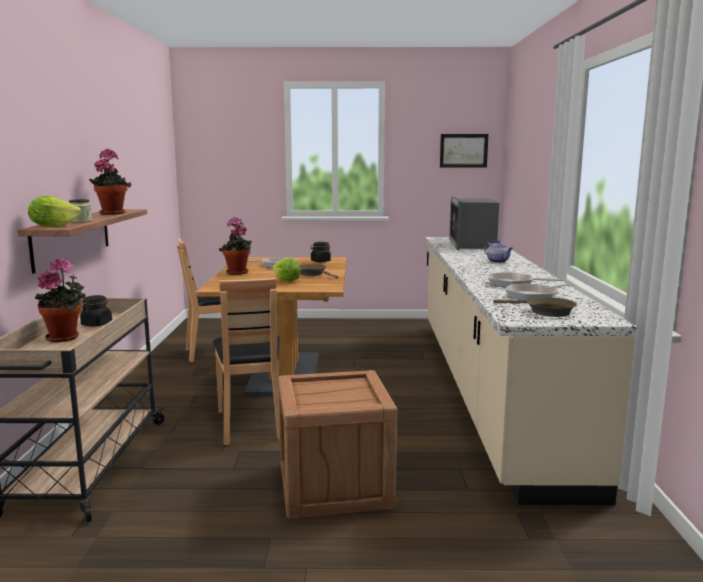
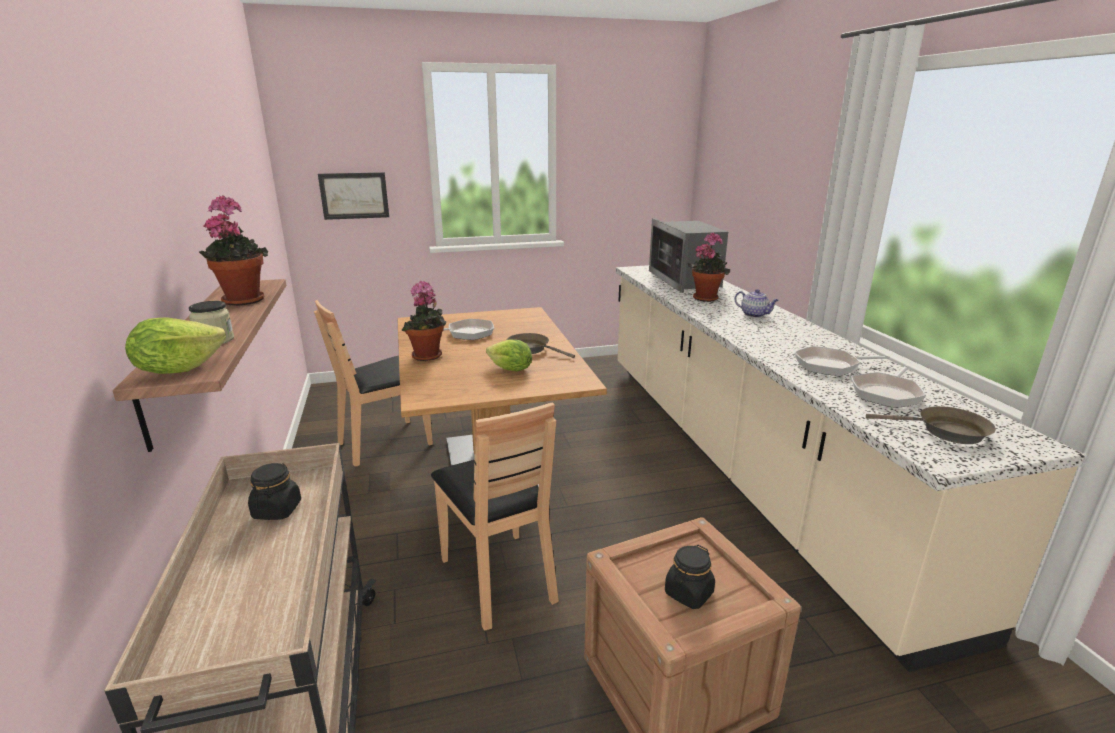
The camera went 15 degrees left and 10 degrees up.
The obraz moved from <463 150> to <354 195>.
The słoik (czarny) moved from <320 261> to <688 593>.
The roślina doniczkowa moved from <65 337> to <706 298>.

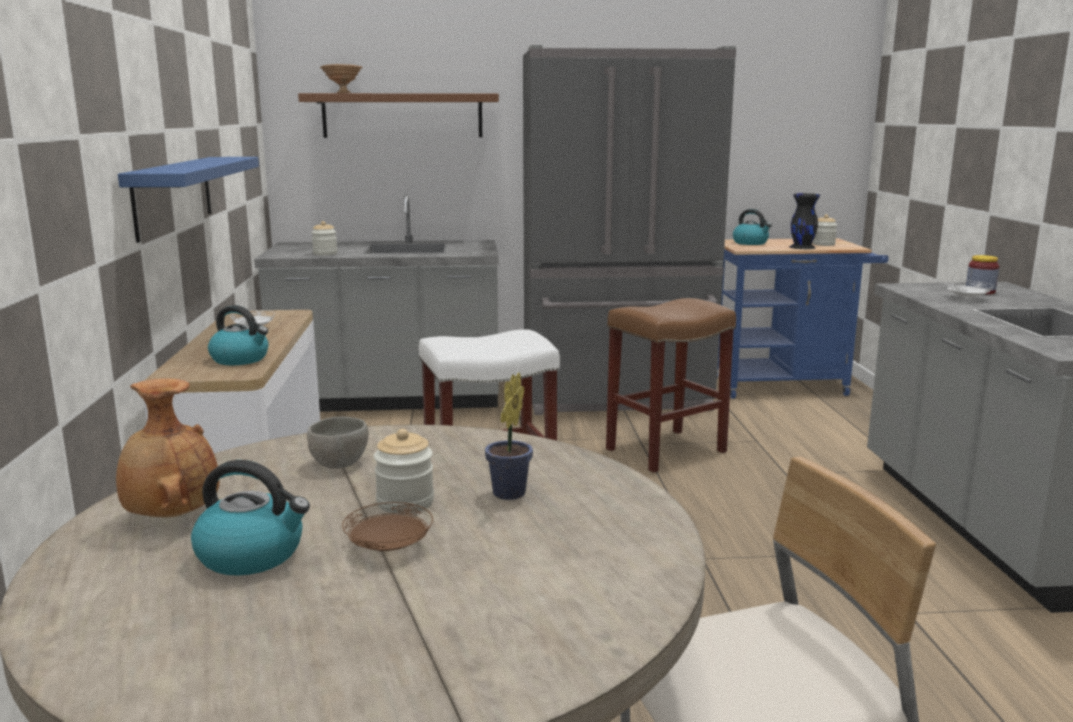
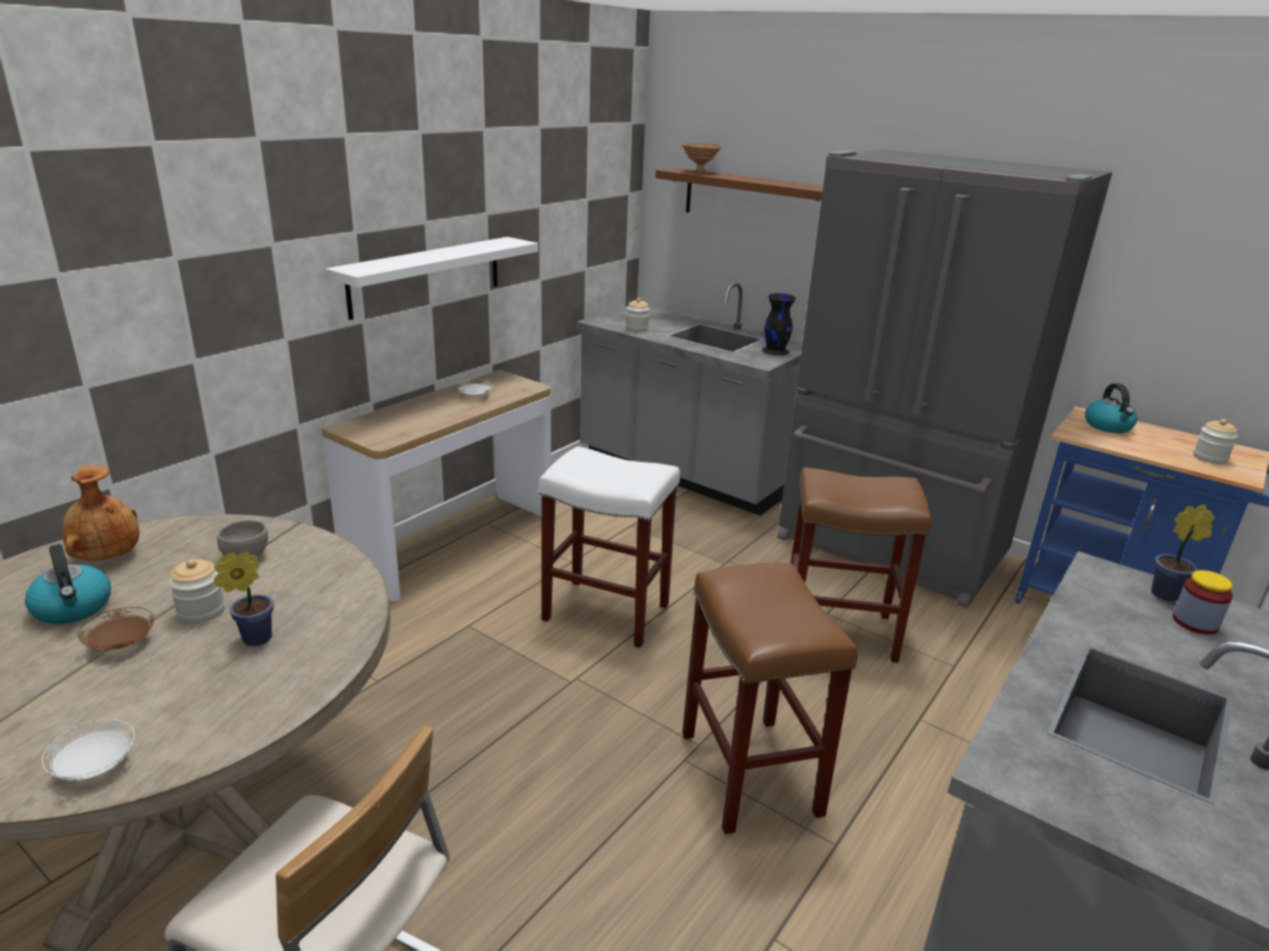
The camera went 40 degrees right and 10 degrees up.
The półka (niebieski) at <174 195> became the półka (biały) at <426 276>.
The wazon (czarny) moved from <802 247> to <776 351>.
The talerz (biały) moved from <967 299> to <95 767>.
The czajnik at <241 359> disappeared.
The roślina doniczkowa at <1168 595> appeared.
The stołek (brązowy) at <751 774> appeared.

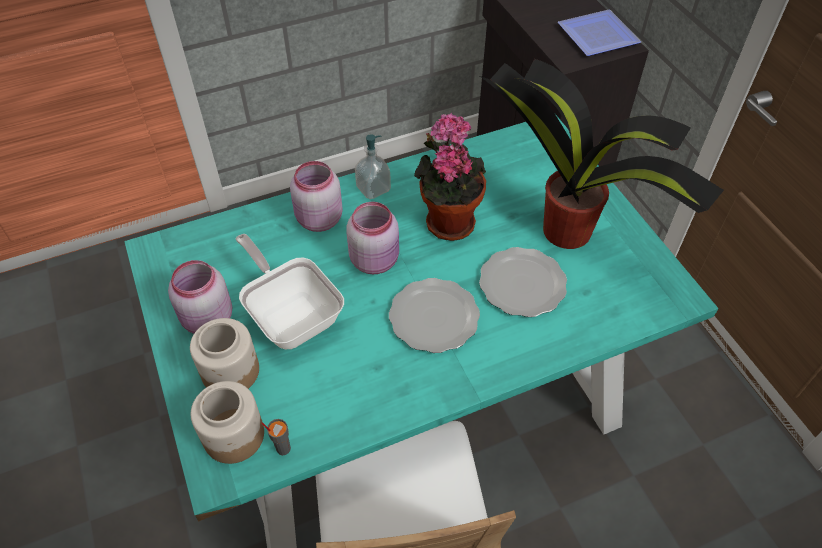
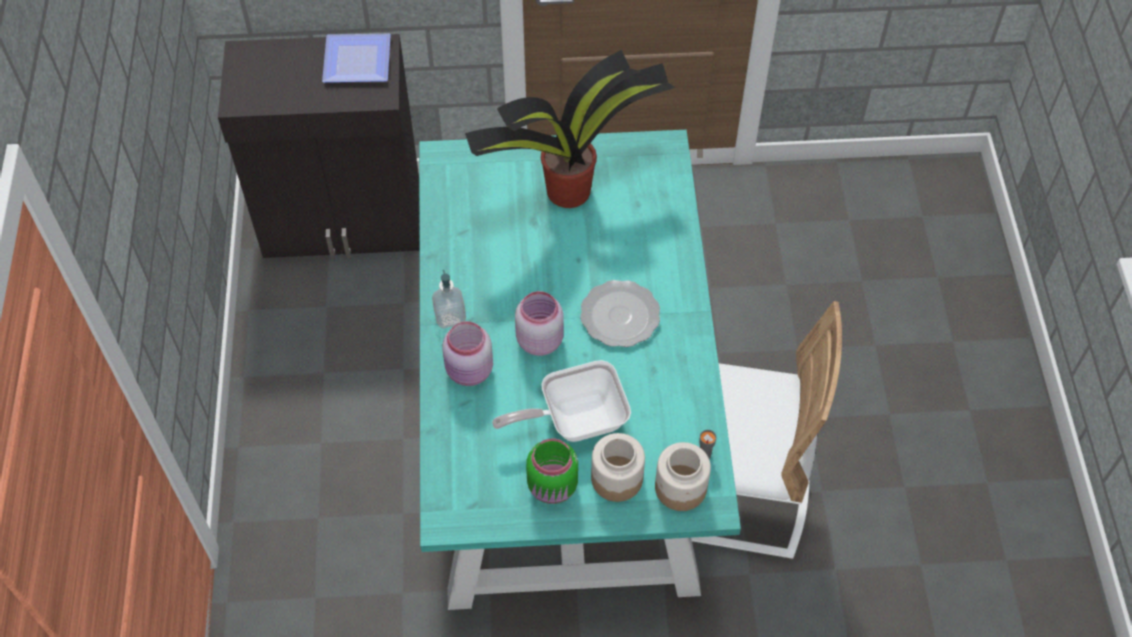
The camera went 70 degrees left and 5 degrees up.
The roślina doniczkowa at <447 220> disappeared.
The talerz at <521 283> disappeared.
The słoik (różowy) at <207 320> became the słoik (zielony) at <553 487>.

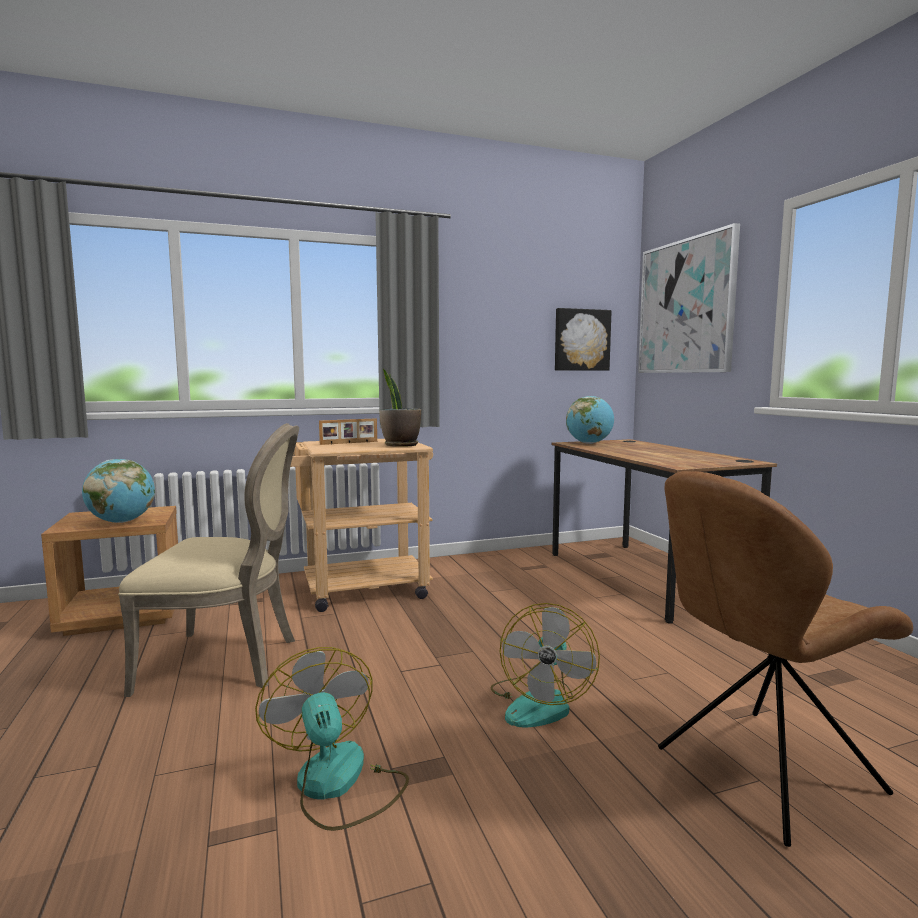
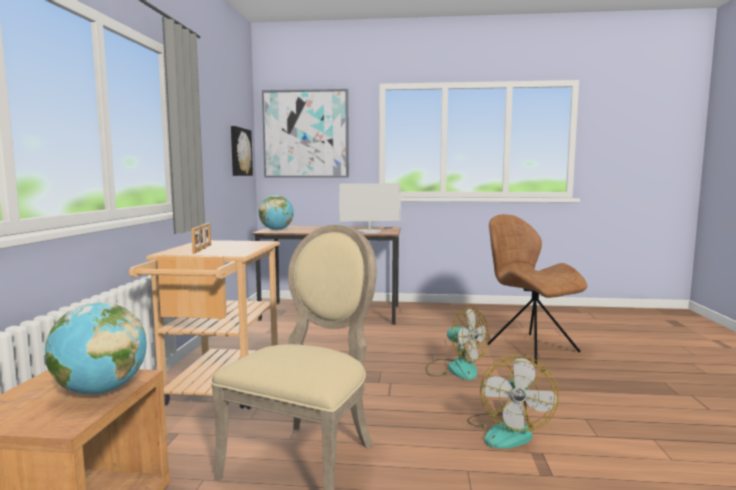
The camera went 65 degrees left and 0 degrees up.
The roślina doniczkowa at <400 445> disappeared.
The krzesło (brązowy) at <762 772> turned 150 degrees clockwise.
The wentylator at <337 784> turned 75 degrees counterclockwise.
The monitor at <369 231> appeared.

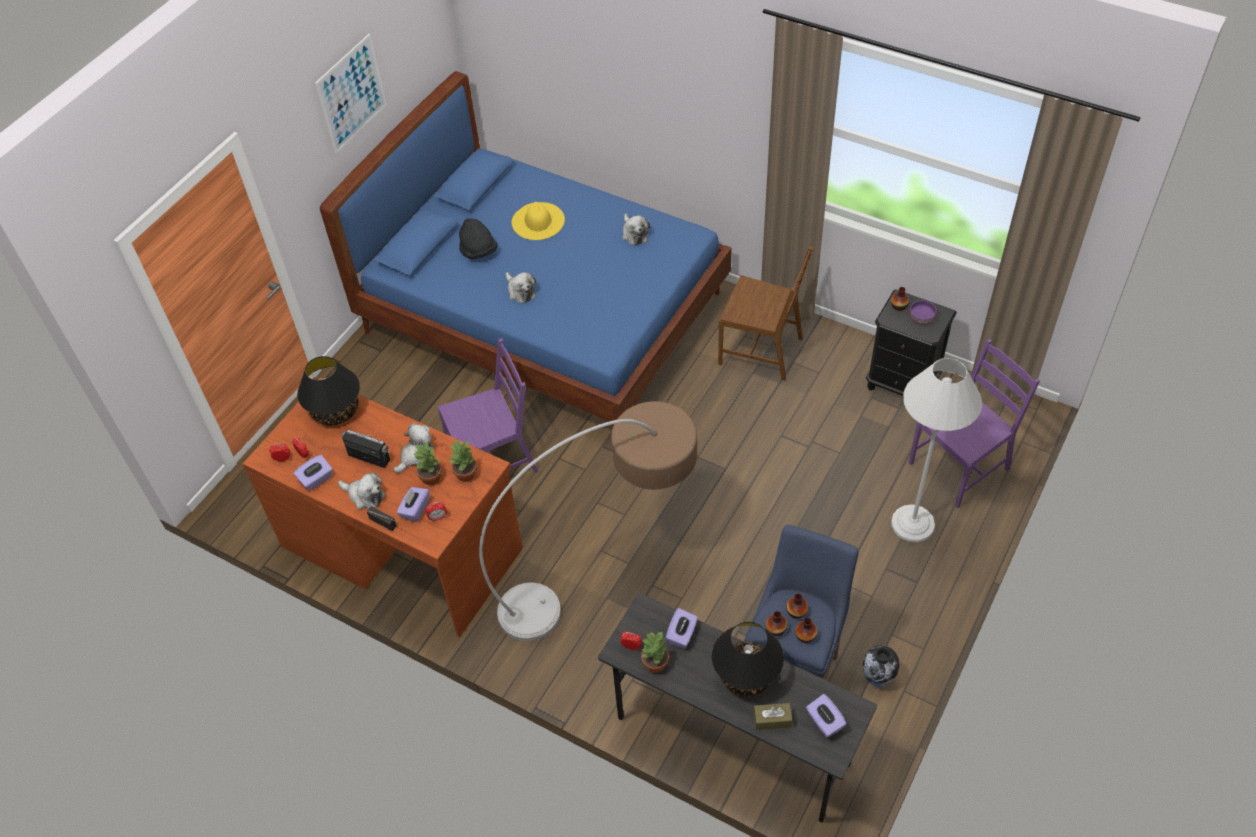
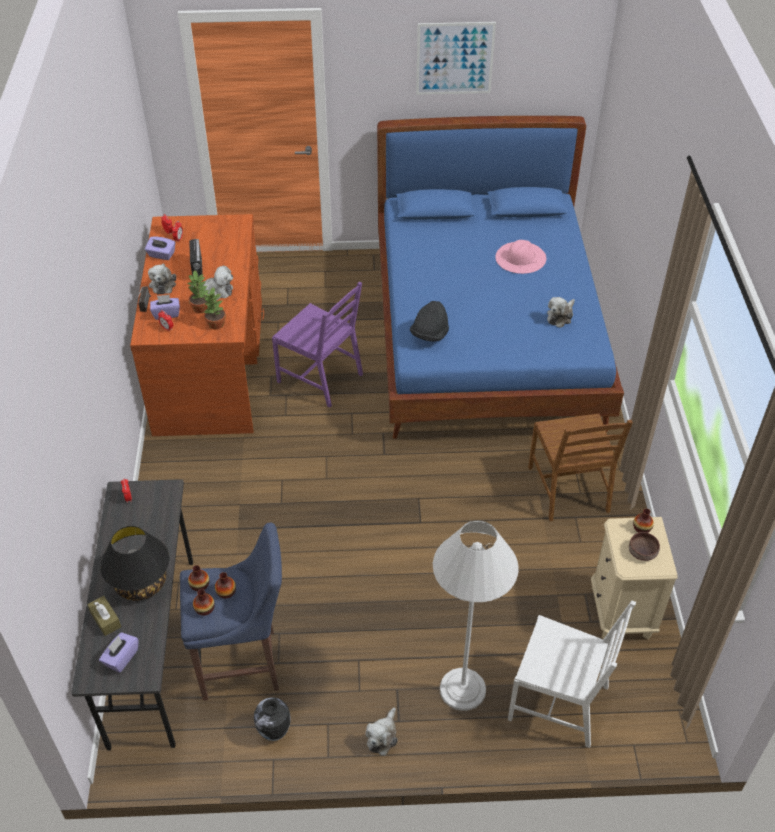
The camera went 55 degrees right and 5 degrees down.
The kapelusz (żółty) at <538 221> became the kapelusz (różowy) at <520 257>.
The kapelusz (czarny) moved from <478 251> to <429 334>.
The pluszak moved from <520 291> to <382 736>.
The szafka nocna (czarny) at <902 384> became the szafka nocna (beżowy) at <621 612>.
The miska (fioletowy) at <921 318> became the miska (brązowy) at <641 551>.
The krzesło (fioletowy) at <960 466> became the krzesło (biały) at <560 701>.
The lampa stołowa (czarny) at <336 411> disappeared.
The lampa stojąca at <606 575> disappeared.
The pudełko chusteczek (fioletowy) at <682 635> disappeared.
The roślina doniczkowa at <655 664> disappeared.

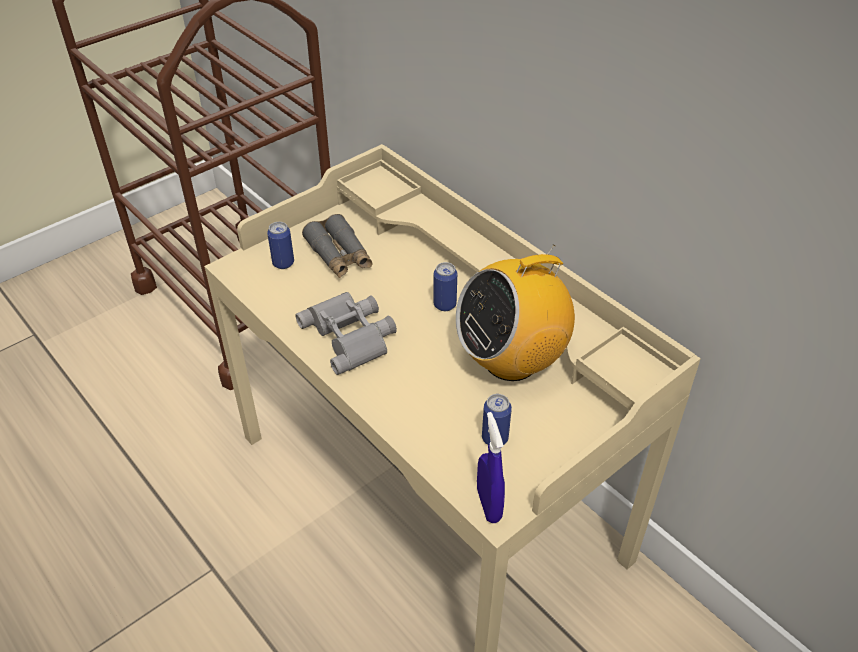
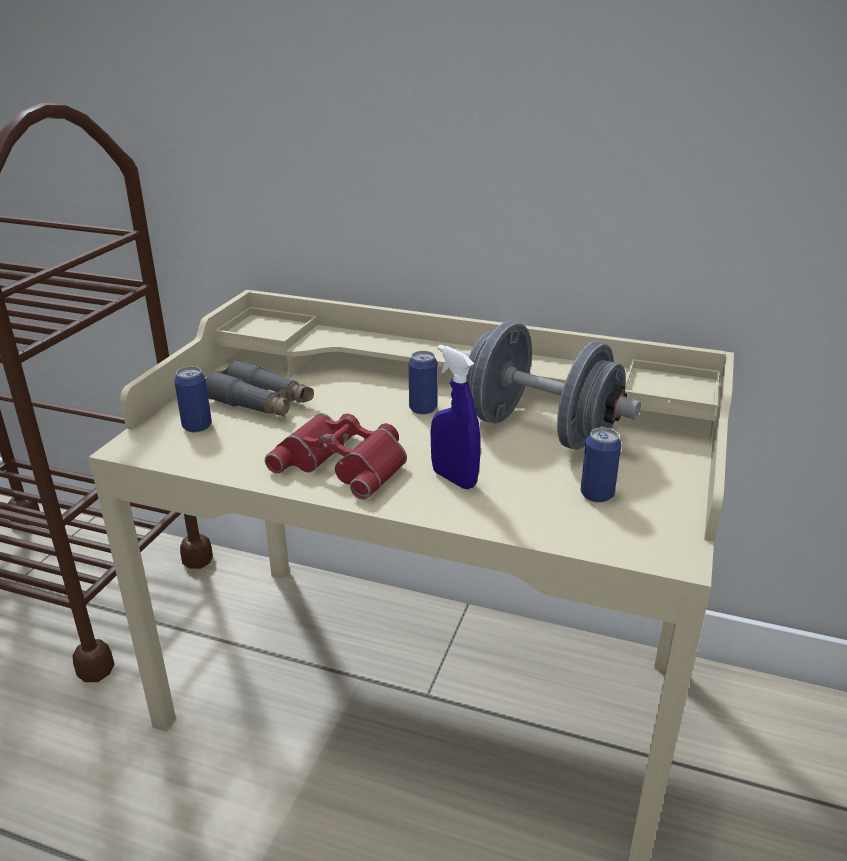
The camera went 30 degrees left and 15 degrees down.
The radio at <511 360> was replaced by the hantel (szary) at <540 430>.
The lornetka (szary) at <351 335> became the lornetka (czerwony) at <345 462>.
The spryskiwacz (niebieski) moved from <488 505> to <454 479>.

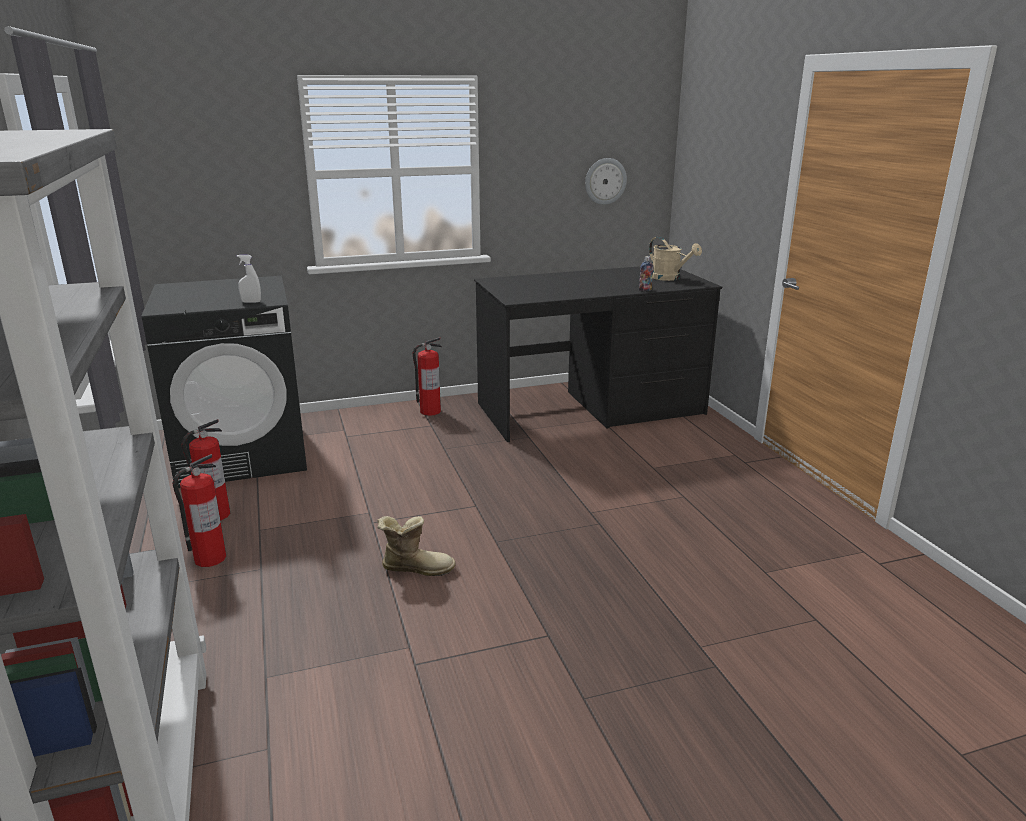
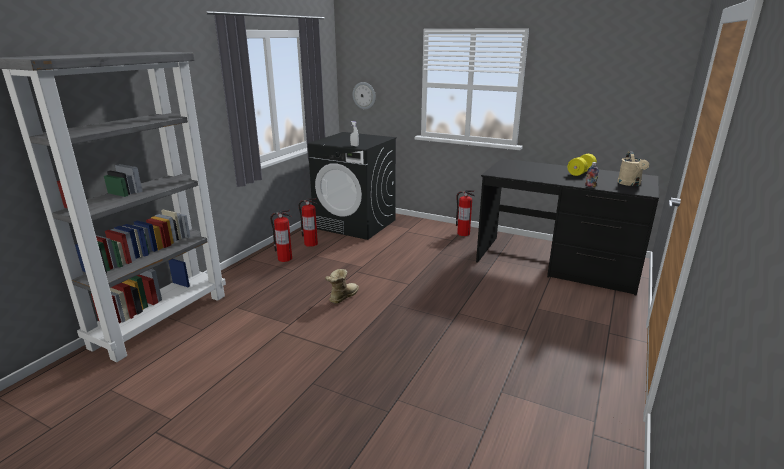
The camera went 45 degrees right and 0 degrees up.
The zegar ścienny moved from <605 181> to <364 95>.
The but z cholewką at <416 567> turned 105 degrees counterclockwise.
The hantel (żółty) at <580 172> appeared.

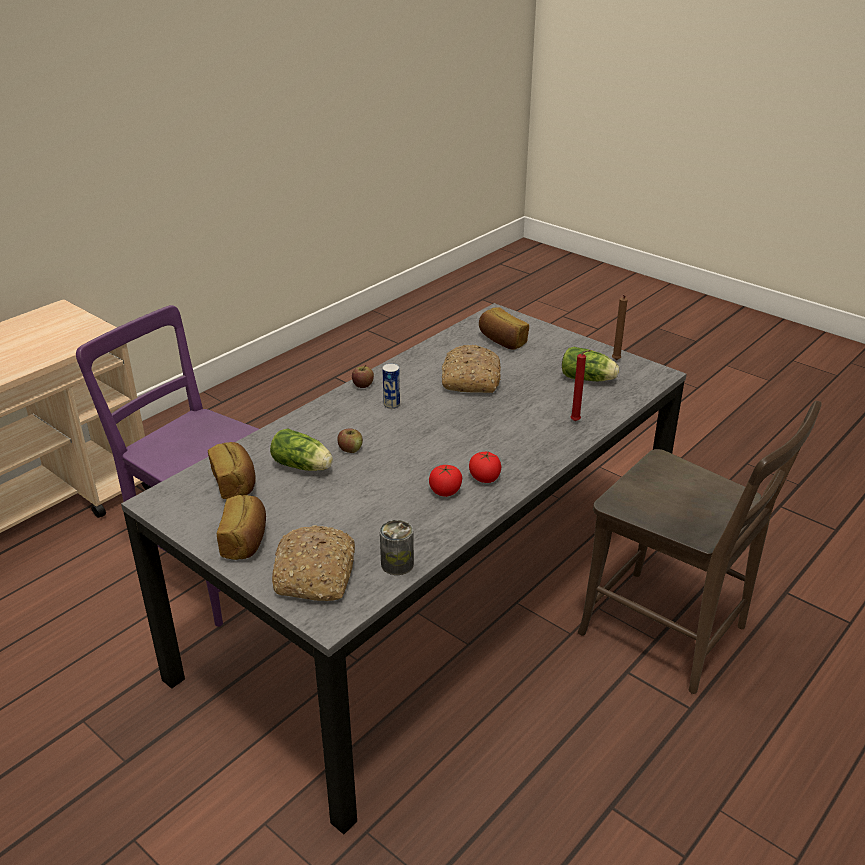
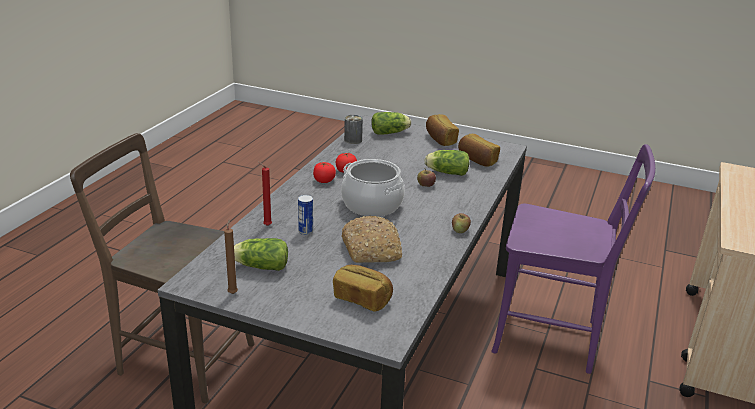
The camera went 160 degrees right and 5 degrees down.
The puszka moved from <391 404> to <305 231>.
The chleb at <316 575> was replaced by the sałata at <391 132>.
The garnek at <372 204> appeared.

